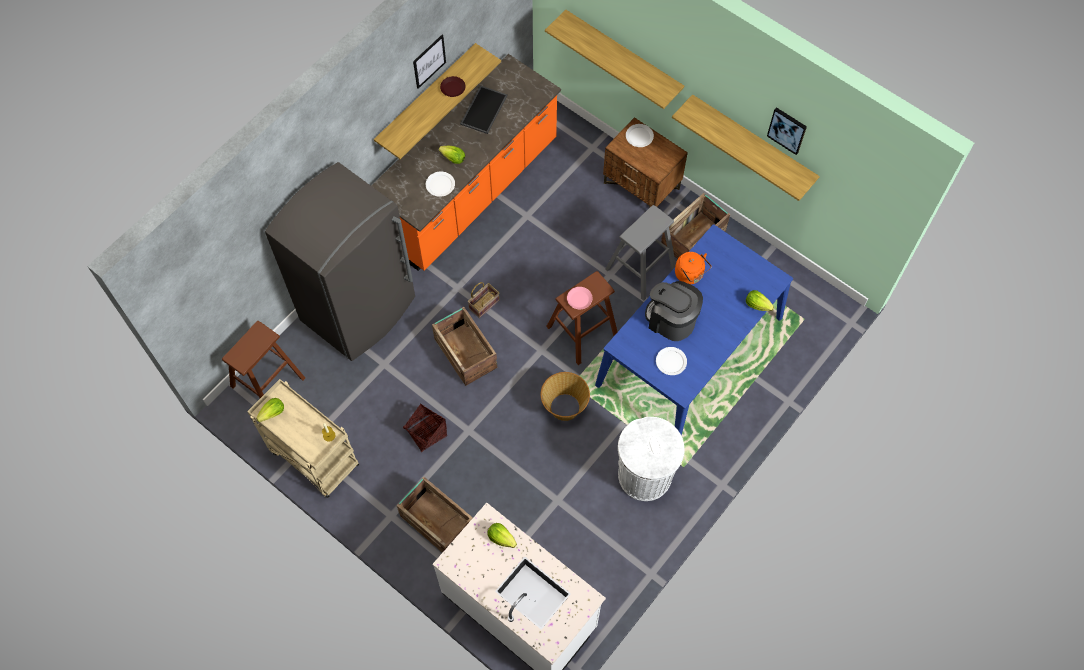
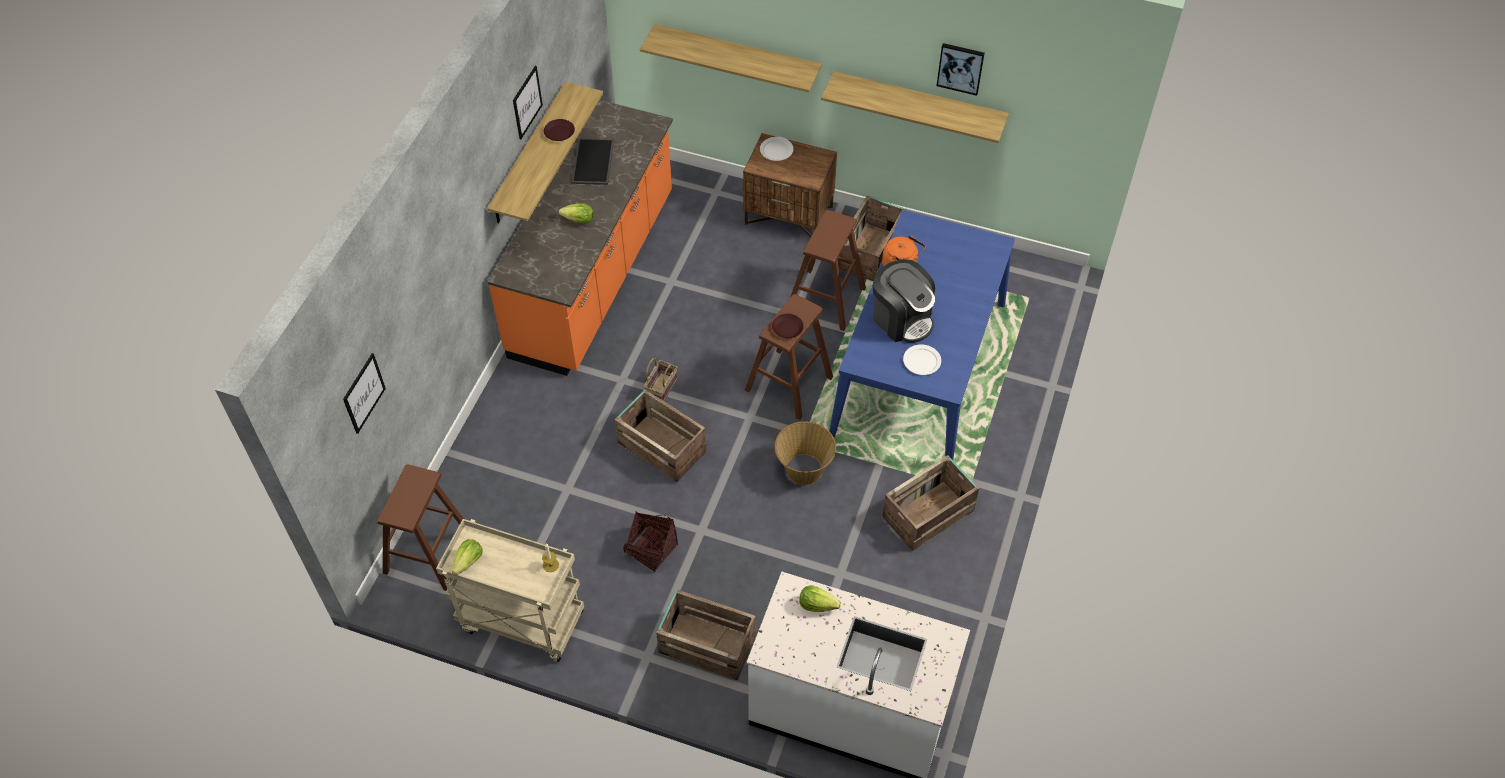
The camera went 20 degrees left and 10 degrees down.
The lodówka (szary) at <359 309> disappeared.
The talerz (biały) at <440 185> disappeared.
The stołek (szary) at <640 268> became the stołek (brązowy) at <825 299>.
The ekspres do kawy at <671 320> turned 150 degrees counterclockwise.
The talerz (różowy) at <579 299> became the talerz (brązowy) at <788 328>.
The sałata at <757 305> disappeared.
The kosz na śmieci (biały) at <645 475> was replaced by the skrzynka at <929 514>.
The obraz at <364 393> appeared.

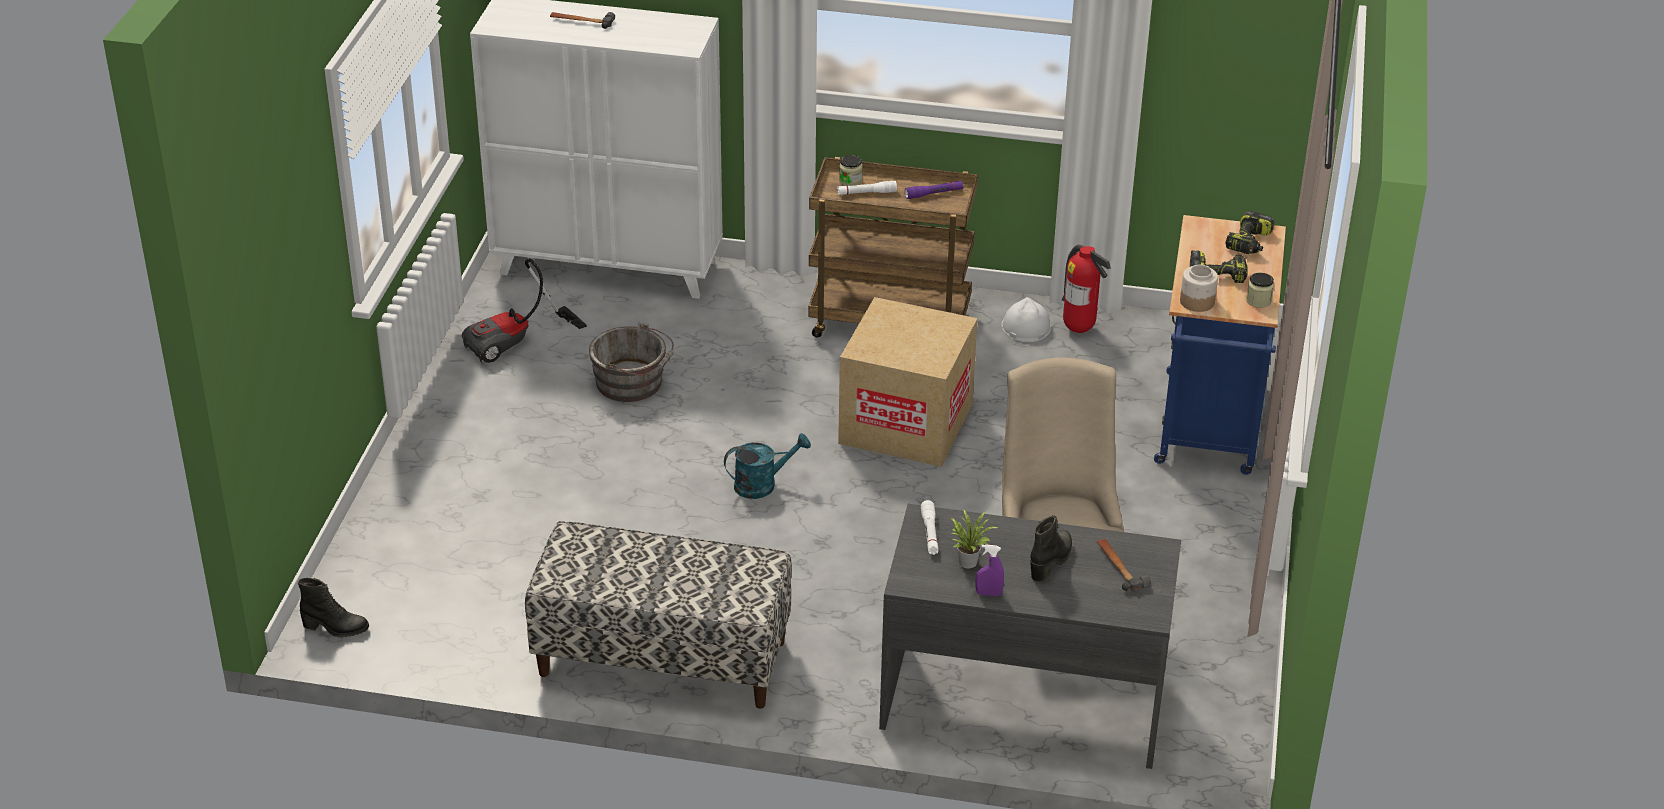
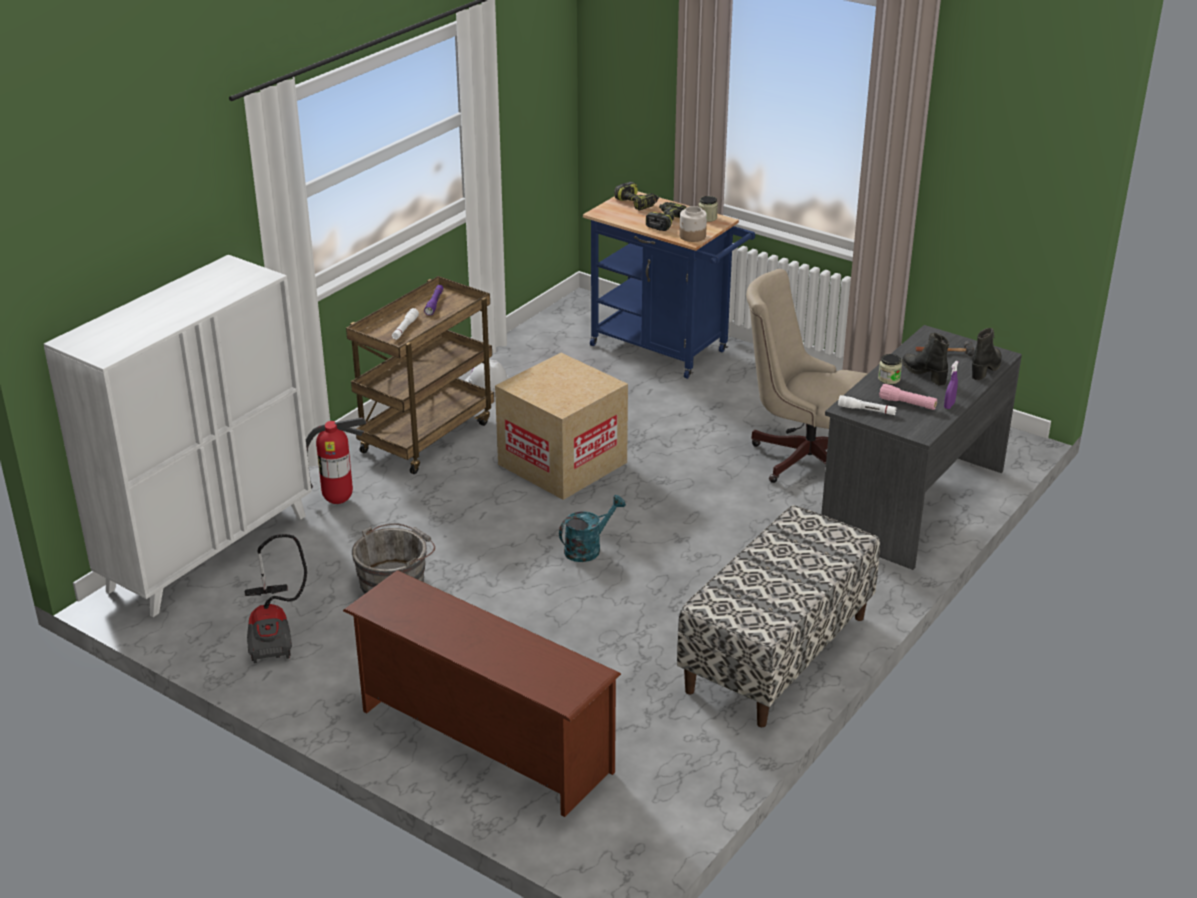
The camera went 65 degrees left and 5 degrees down.
The młotek at <581 21> disappeared.
The słoik moved from <850 181> to <889 379>.
The gaśnica moved from <1079 329> to <338 500>.
The konewka (turkusowy) at <762 484> turned 45 degrees clockwise.
The roślina doniczkowa at <968 561> was replaced by the latarka (różowy) at <907 404>.
The but z cholewką (czarny) moved from <335 628> to <986 369>.
The regał na buty (brązowy) at <482 741> appeared.

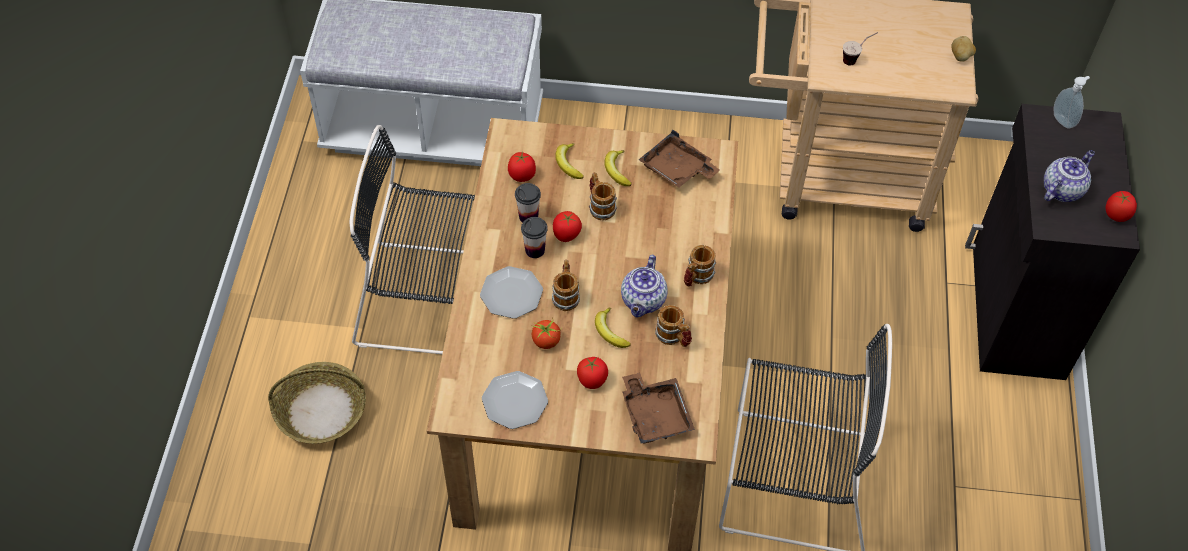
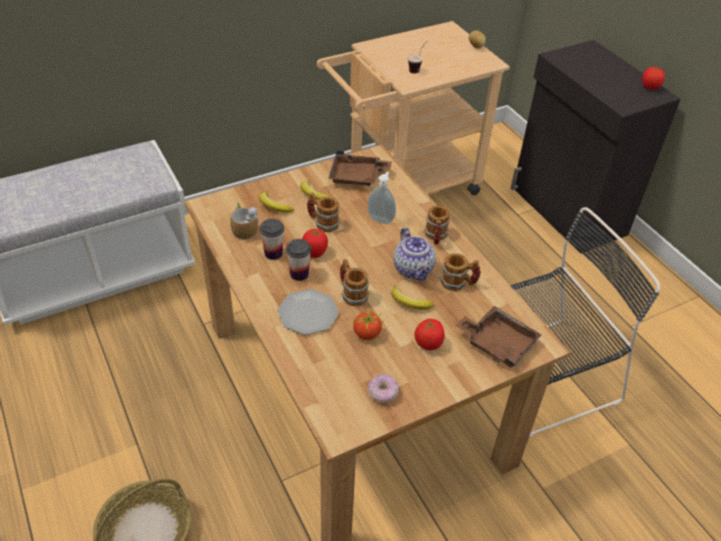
The camera went 35 degrees left and 10 degrees down.
The dozownik mydła moved from <1064 120> to <381 219>.
The krzesło (czarny) at <436 300> disappeared.
The imbryk at <1062 189> disappeared.
The pomidor at <522 176> was replaced by the kubek at <244 228>.
The talerz at <514 402> was replaced by the donut at <382 393>.

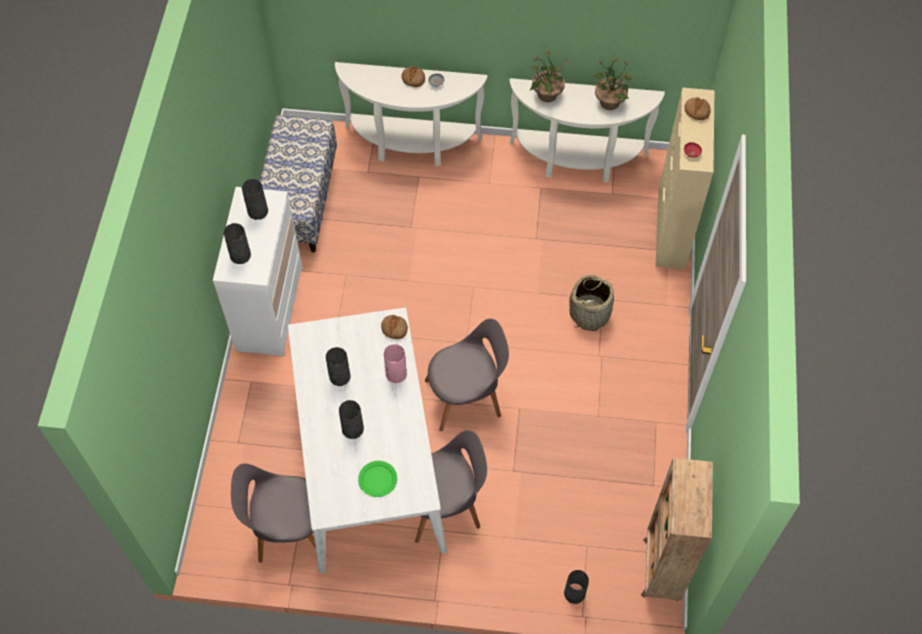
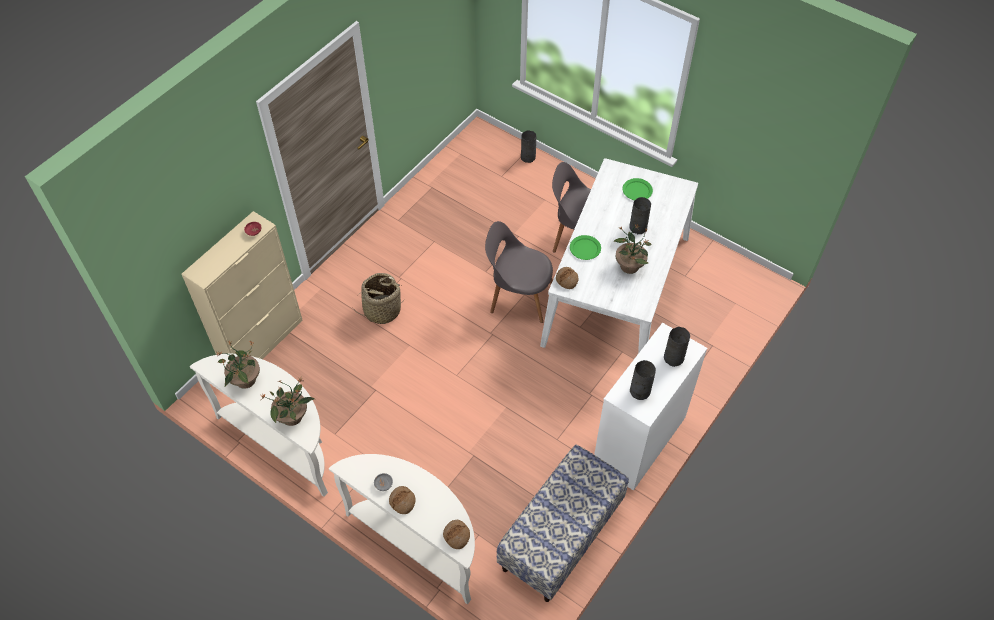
The camera went 150 degrees left and 5 degrees down.
The chleb moved from <696 111> to <456 535>.
The wazon (różowy) at <395 374> was replaced by the talerz (zielony) at <585 248>.
The wazon (szary) at <339 377> was replaced by the roślina doniczkowa at <629 265>.
The regał (brązowy) at <660 570> disappeared.
The krzesło (szary) at <288 529> disappeared.

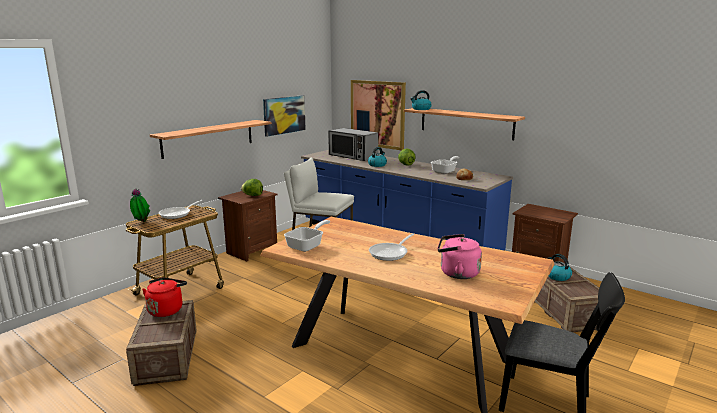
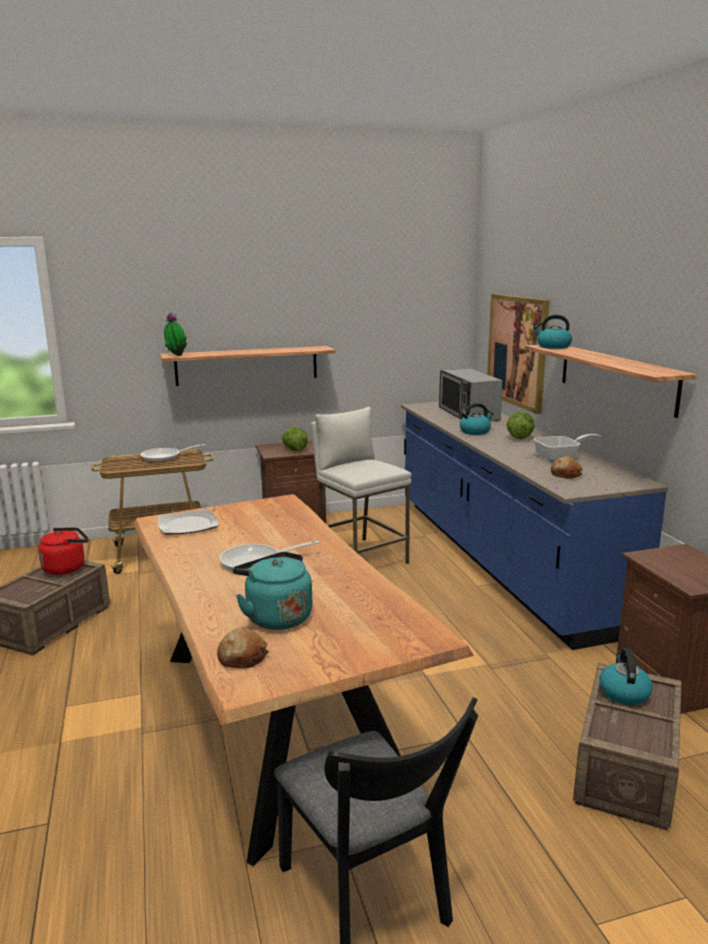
The camera went 35 degrees right and 0 degrees up.
The obraz at <284 115> disappeared.
The roślina doniczkowa moved from <141 221> to <176 356>.
The patelnia at <307 245> was replaced by the talerz at <188 525>.
The czajnik (różowy) at <456 273> became the czajnik (turkusowy) at <276 617>.
The chleb at <242 657> appeared.

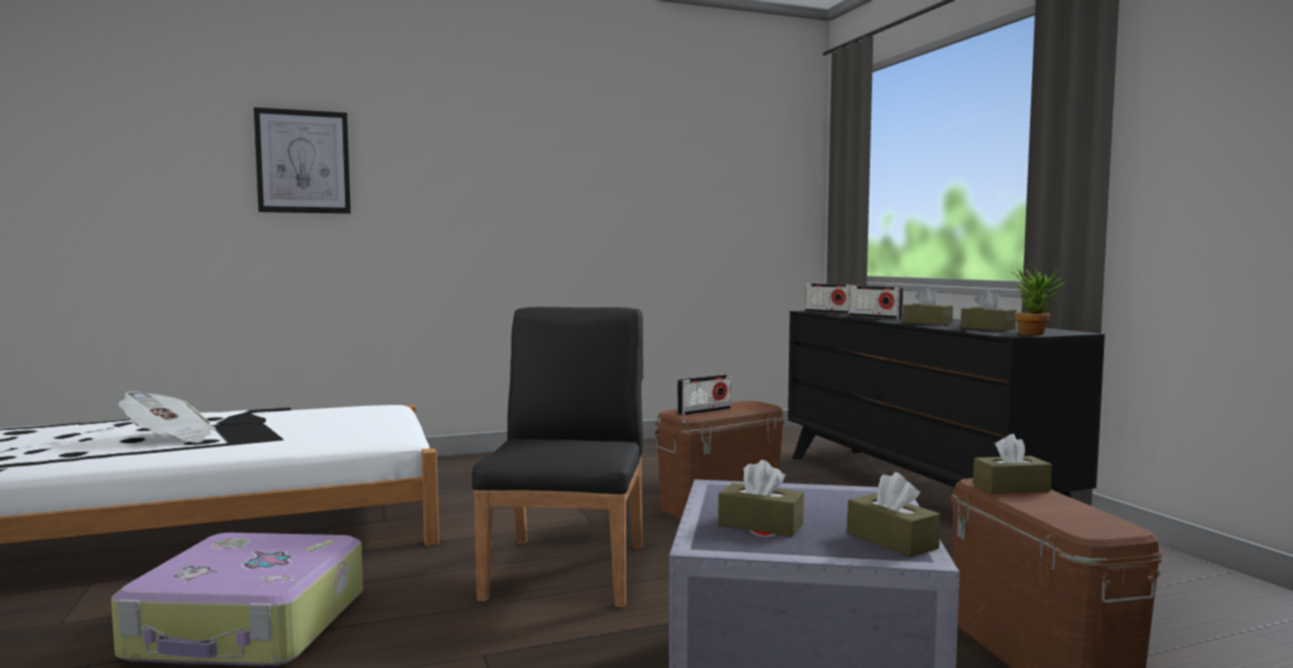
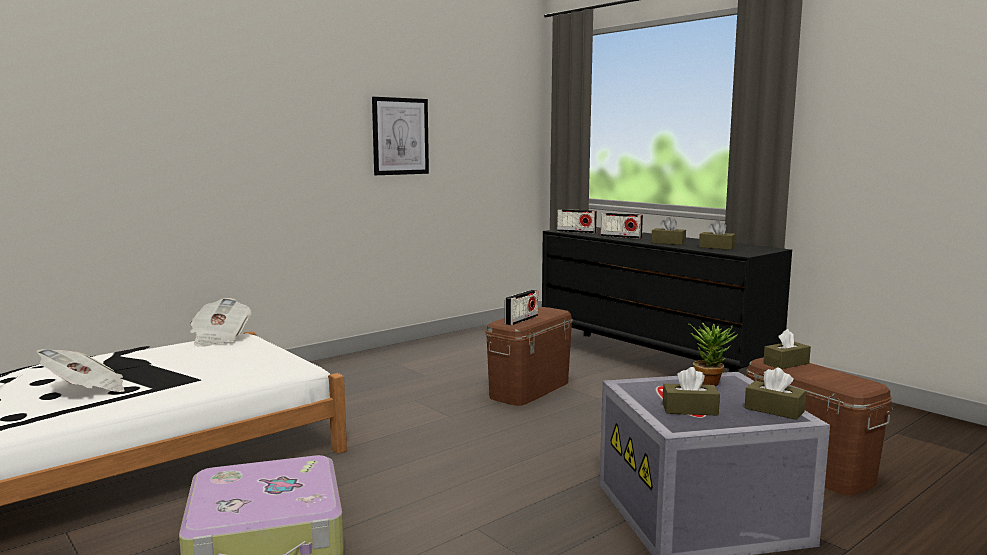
The camera went 20 degrees left and 5 degrees up.
The obraz moved from <303 162> to <400 136>.
The roślina doniczkowa moved from <1035 334> to <710 382>.
The krzesło (czarny) at <568 570> disappeared.
The gazeta at <219 338> appeared.

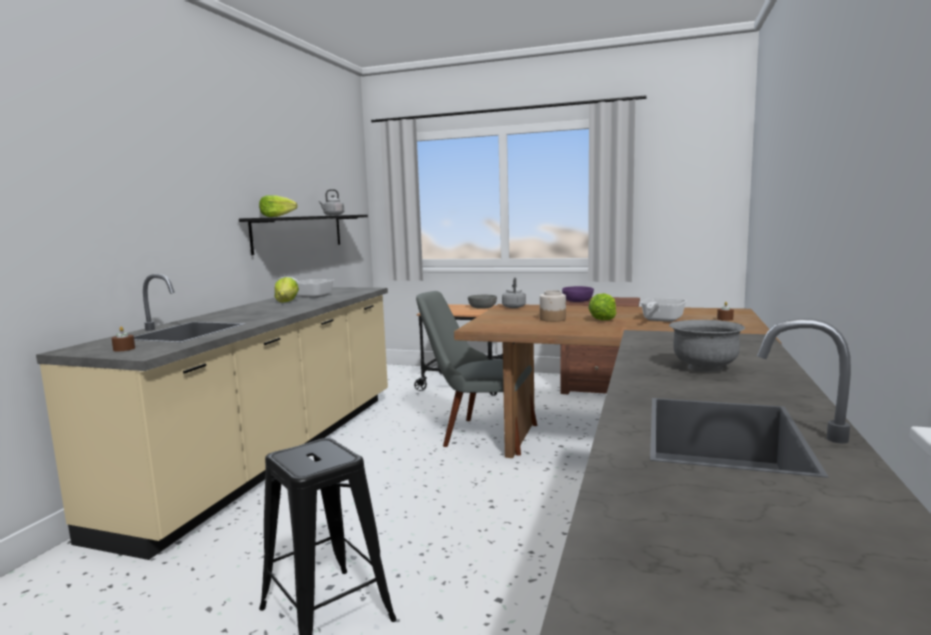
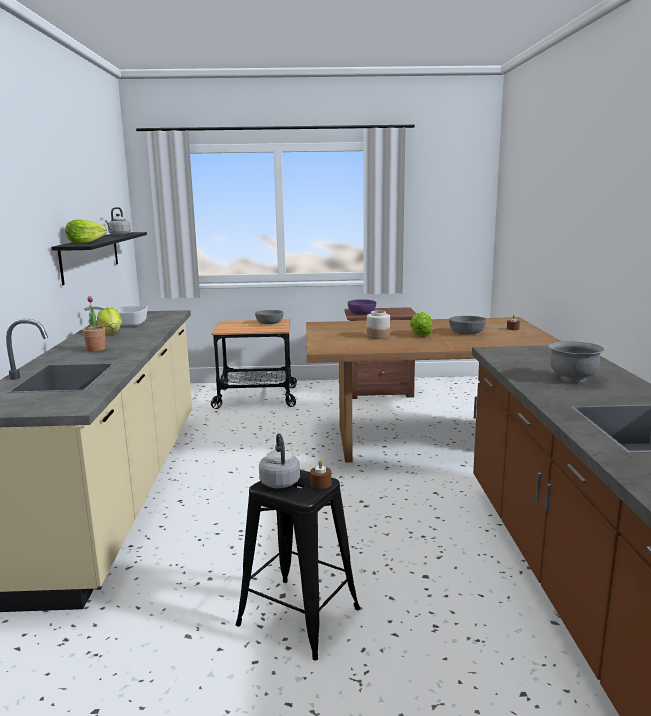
The camera went 20 degrees left and 5 degrees up.
The czajnik (szary) moved from <514 307> to <279 481>.
The krzesło (szary) at <478 434> disappeared.
The patelnia at <660 320> was replaced by the miska (szary) at <466 332>.
The świeca (brązowy) moved from <124 349> to <320 484>.
The roślina doniczkowa at <96 349> appeared.

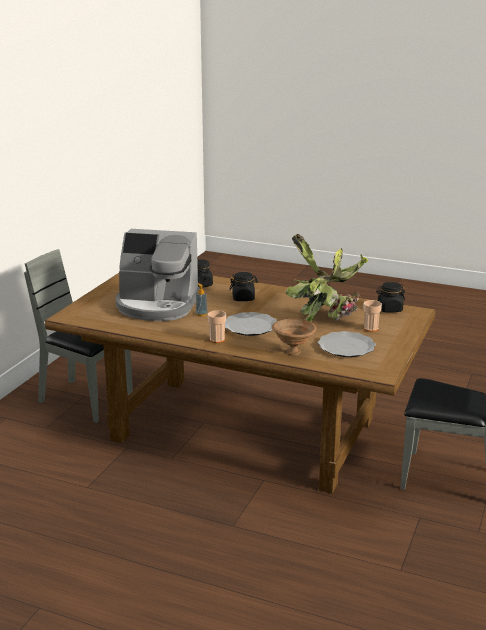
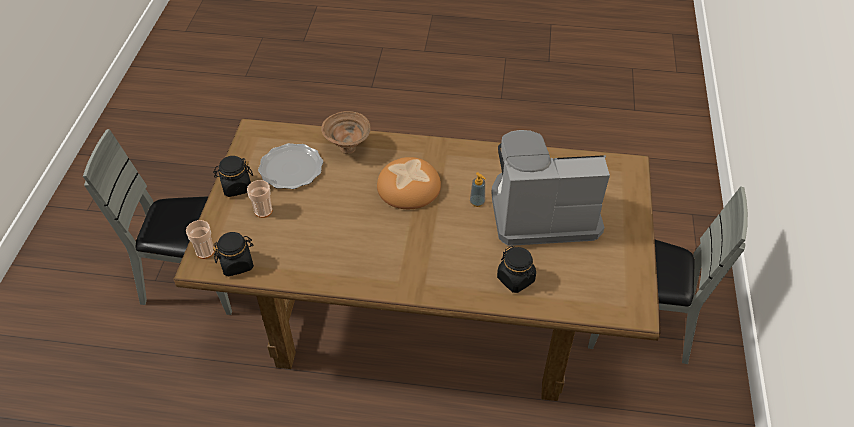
The camera went 165 degrees right and 25 degrees up.
The roślina doniczkowa at <327 315> disappeared.
The słoik (czarny) moved from <243 298> to <236 186>.
The filiżanka moved from <217 339> to <205 251>.
The talerz at <250 326> was replaced by the chleb at <408 187>.

